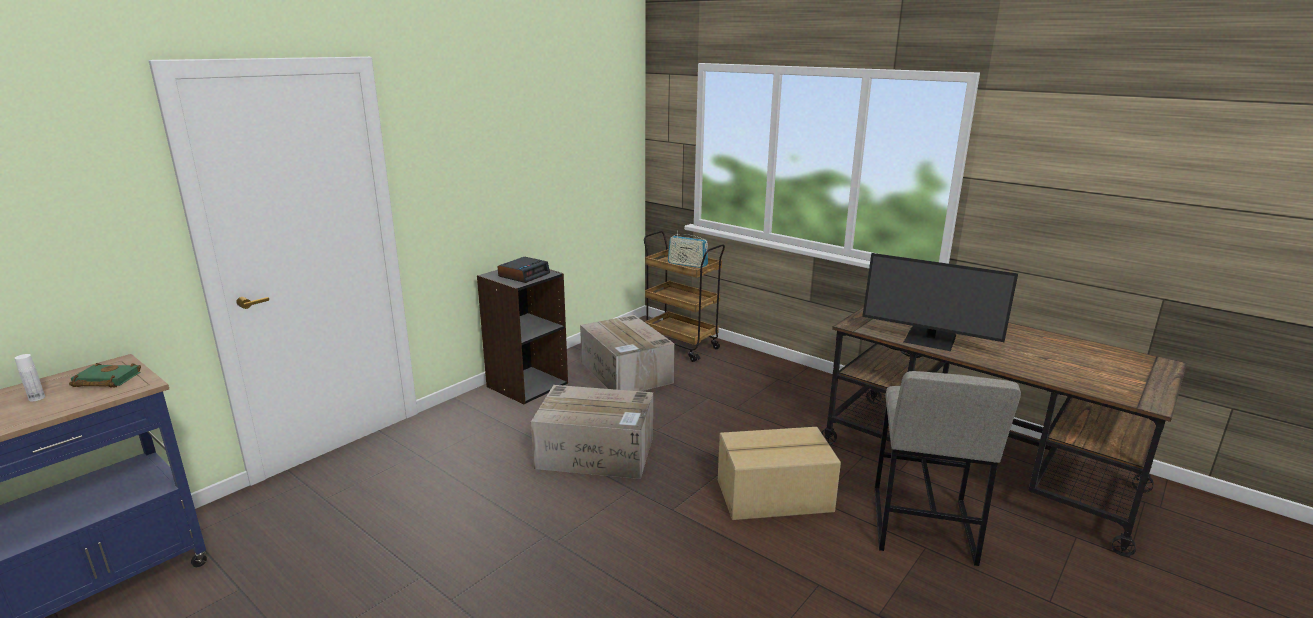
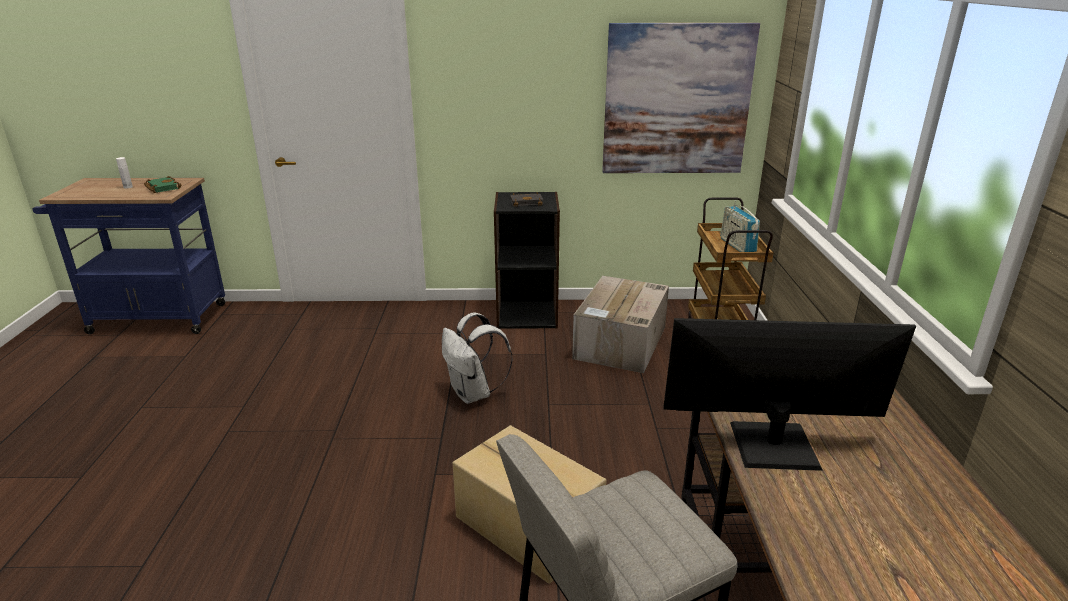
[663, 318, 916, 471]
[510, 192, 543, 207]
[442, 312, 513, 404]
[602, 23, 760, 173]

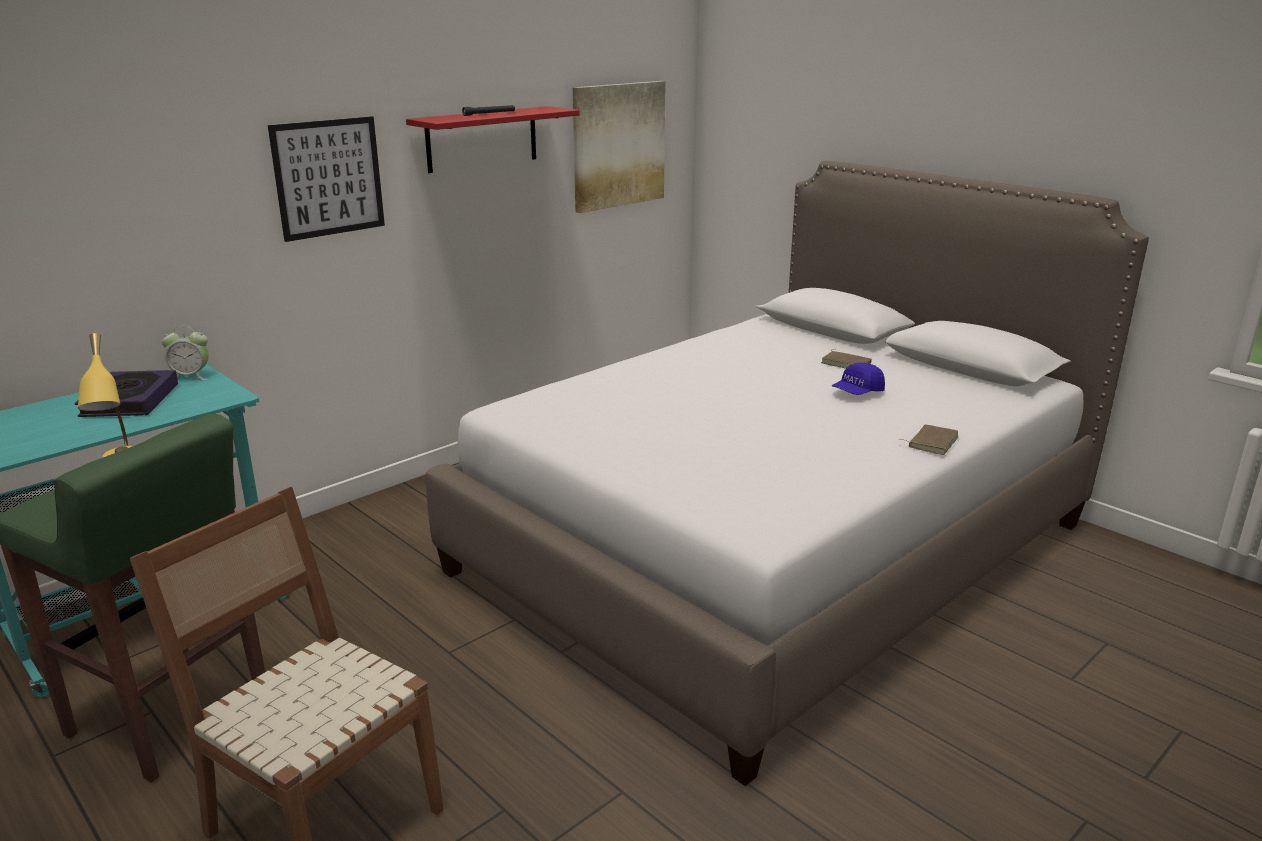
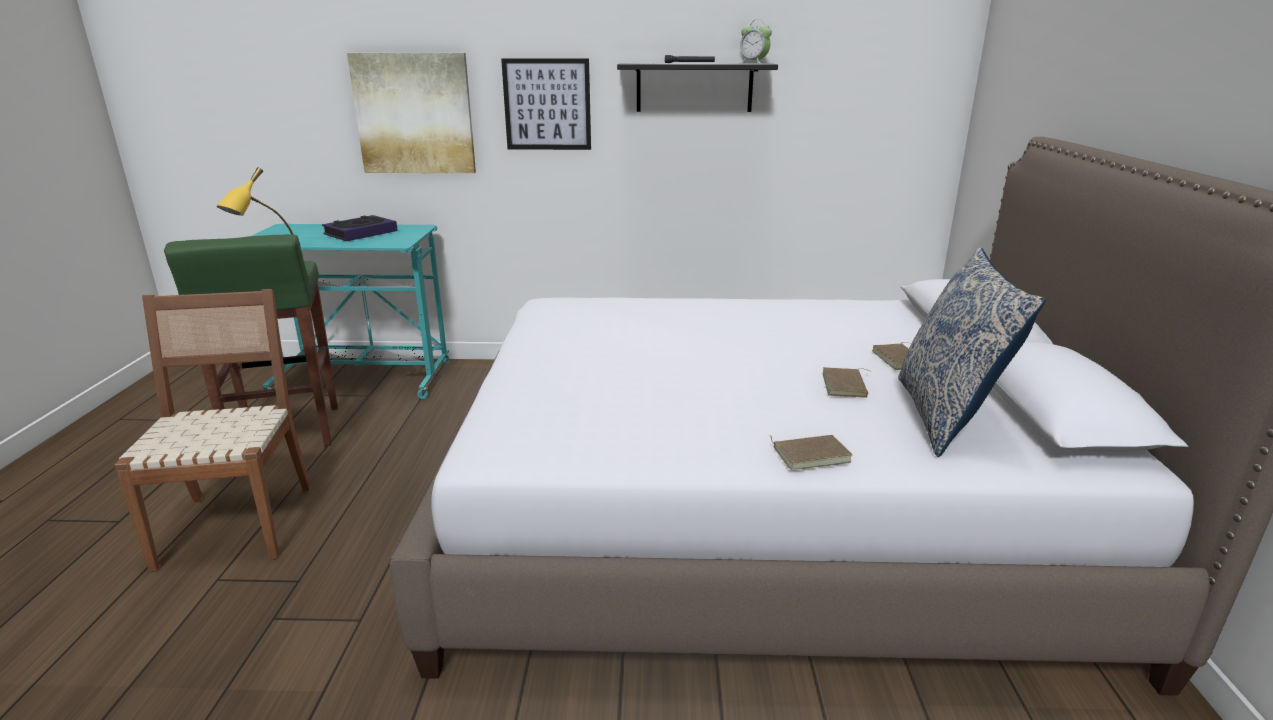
[347, 53, 476, 173]
[617, 63, 778, 112]
[740, 19, 772, 64]
[823, 367, 871, 398]
[898, 247, 1046, 457]

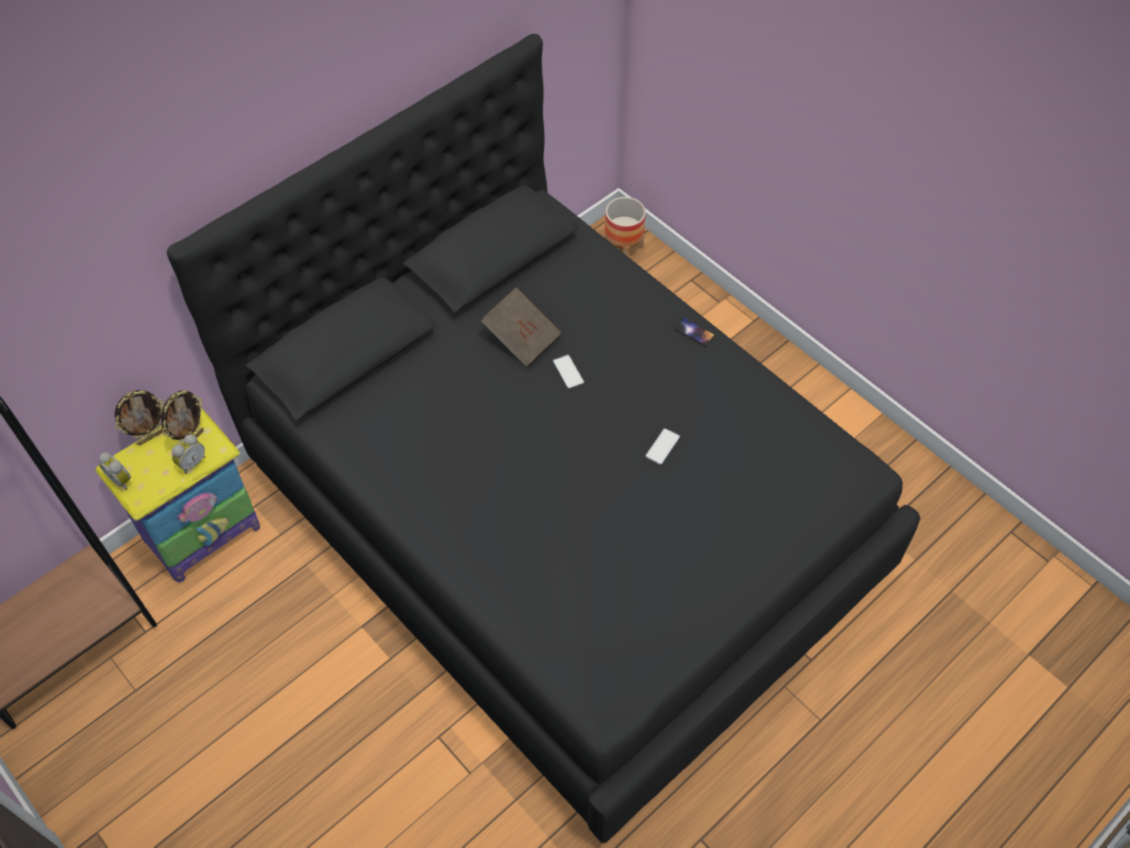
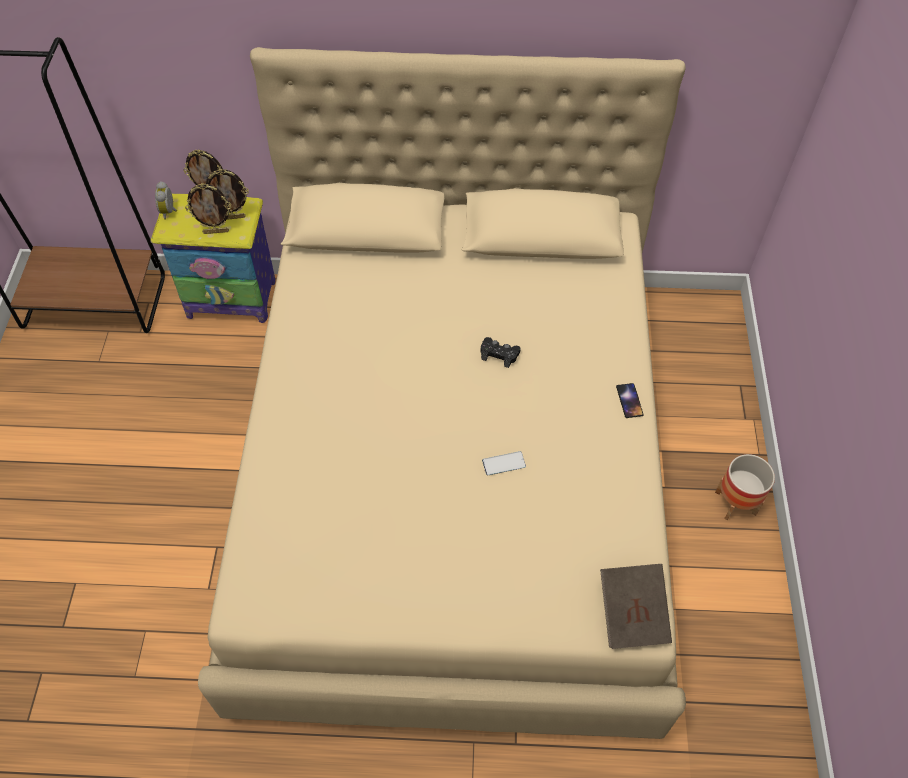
[198, 47, 686, 739]
[715, 454, 775, 520]
[600, 564, 672, 649]
[480, 337, 521, 368]
[185, 183, 232, 234]

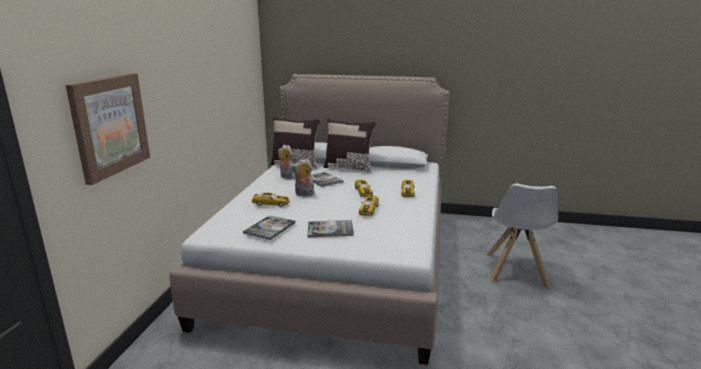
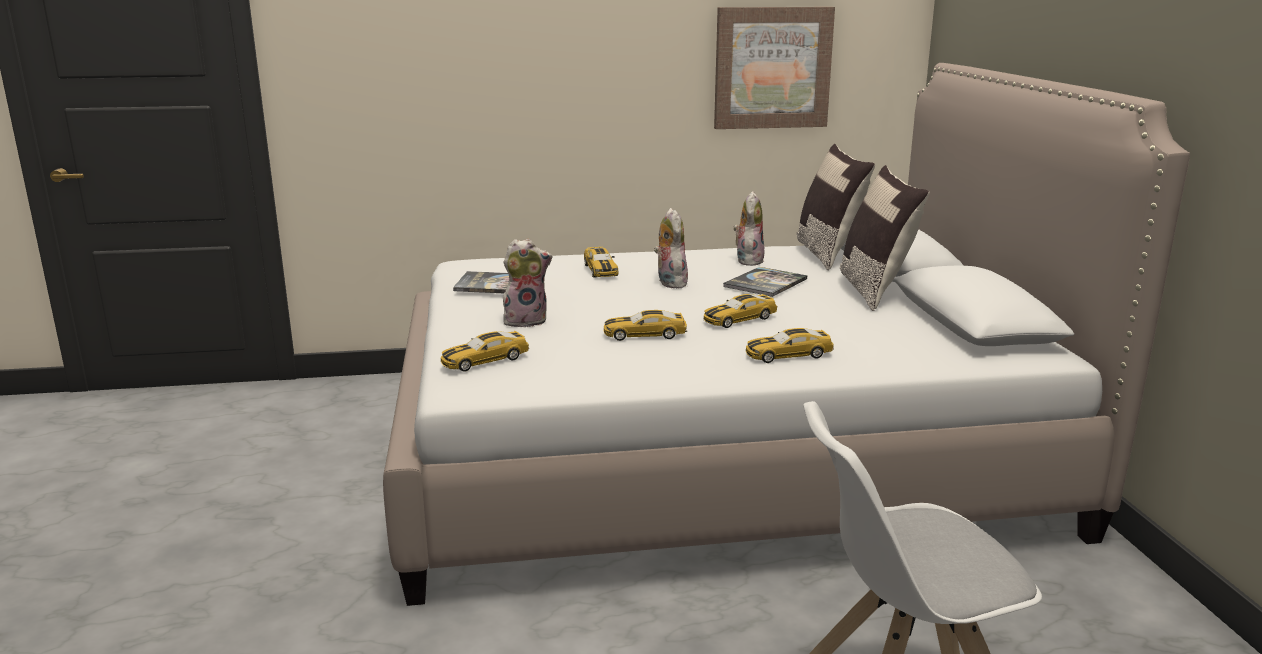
[714, 7, 835, 129]
[503, 239, 552, 327]
[441, 331, 529, 372]

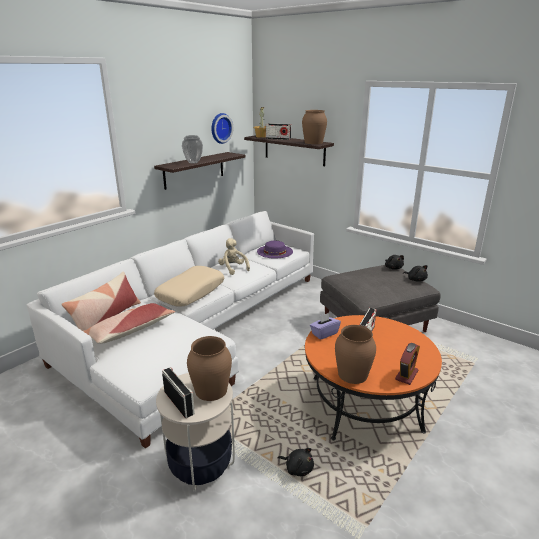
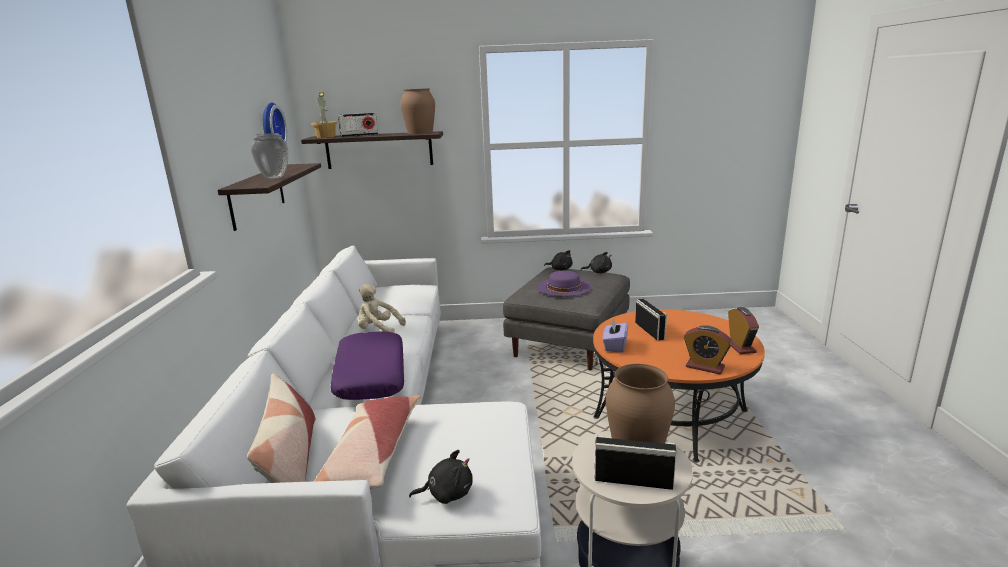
[537, 270, 592, 296]
[330, 331, 404, 400]
[684, 326, 732, 374]
[409, 450, 473, 504]

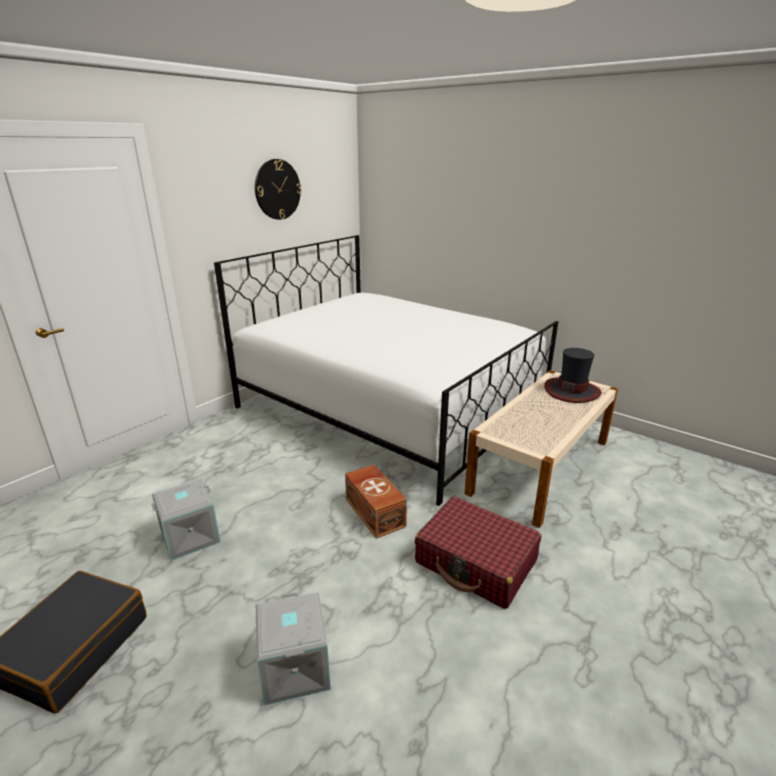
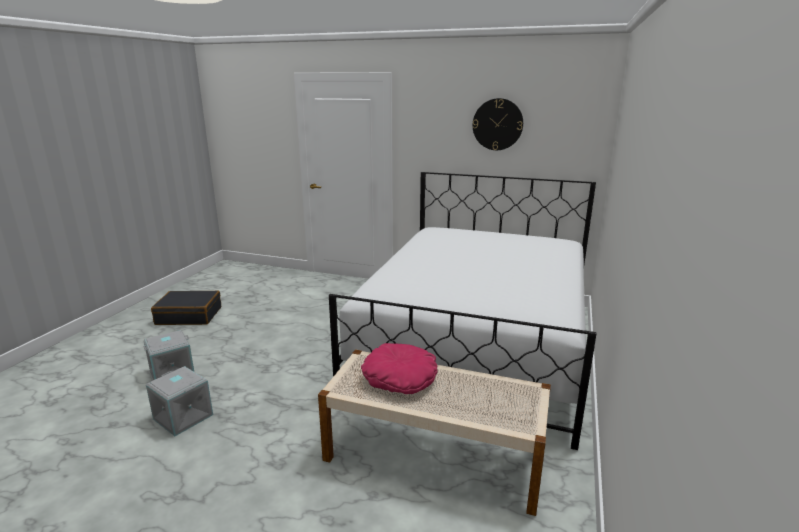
[544, 348, 601, 403] (first image)
[345, 465, 407, 539] (first image)
[146, 366, 213, 436]
[415, 496, 541, 609] (first image)
[361, 343, 438, 394]

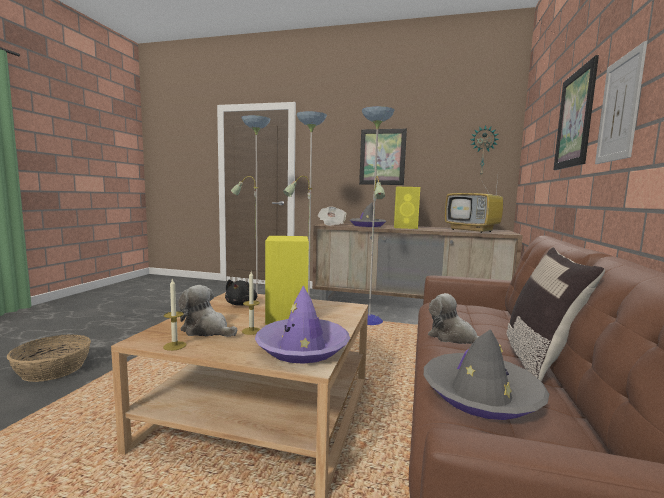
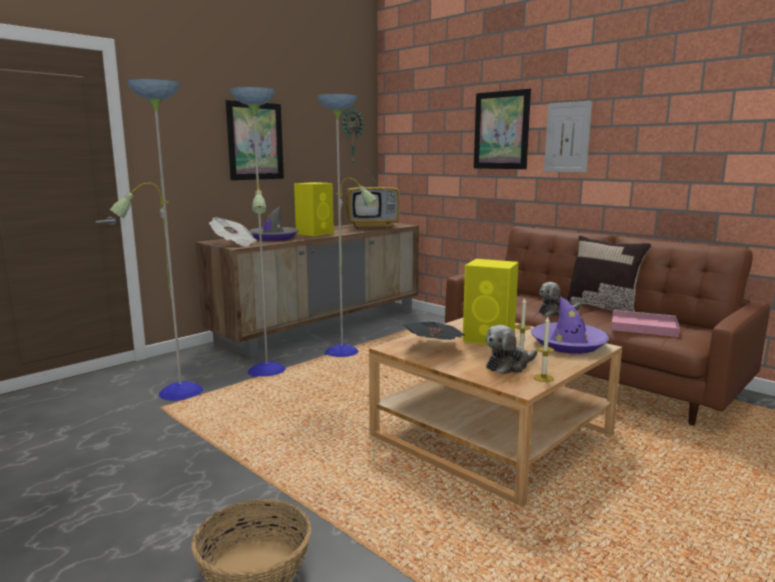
[402, 322, 465, 340]
[611, 310, 680, 337]

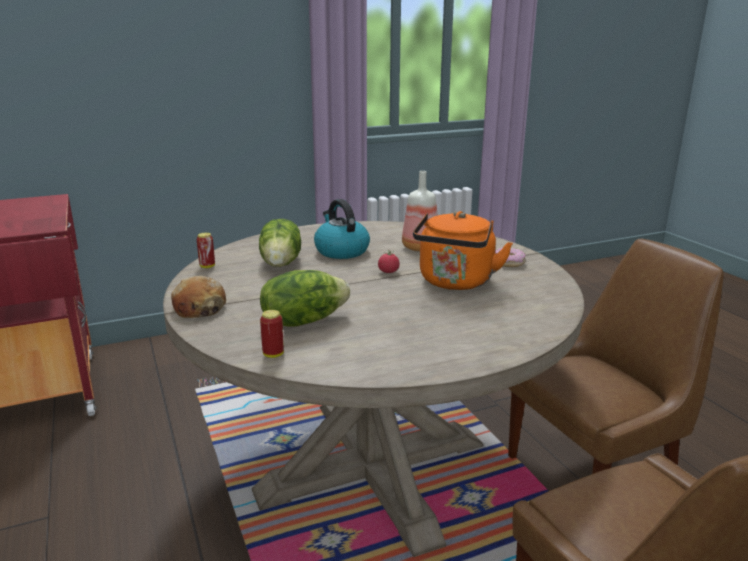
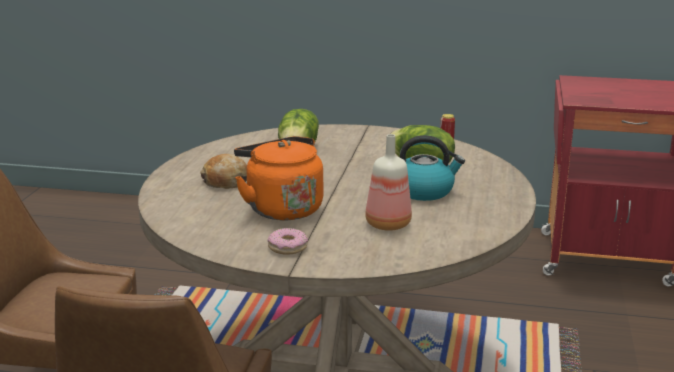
[378, 250, 400, 273] (first image)
[200, 154, 247, 189]
[260, 310, 284, 358] (first image)

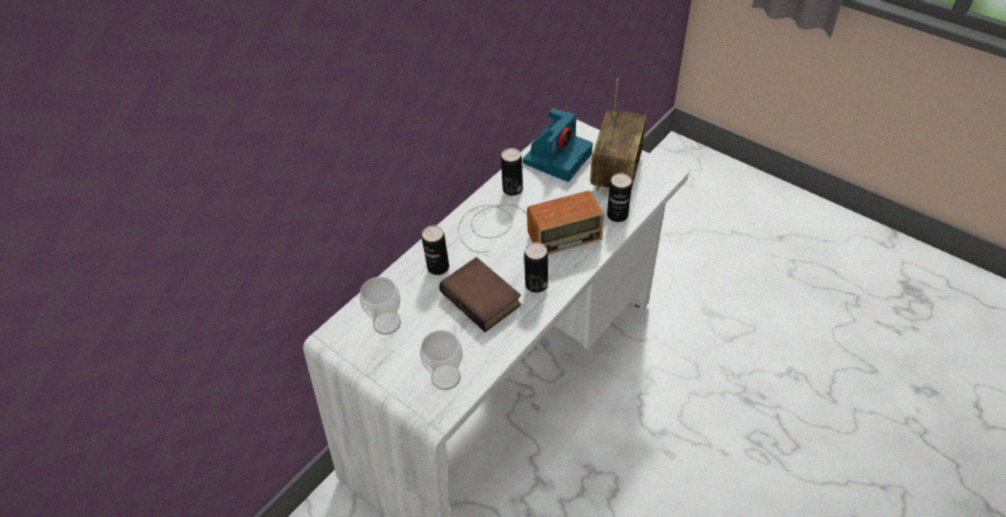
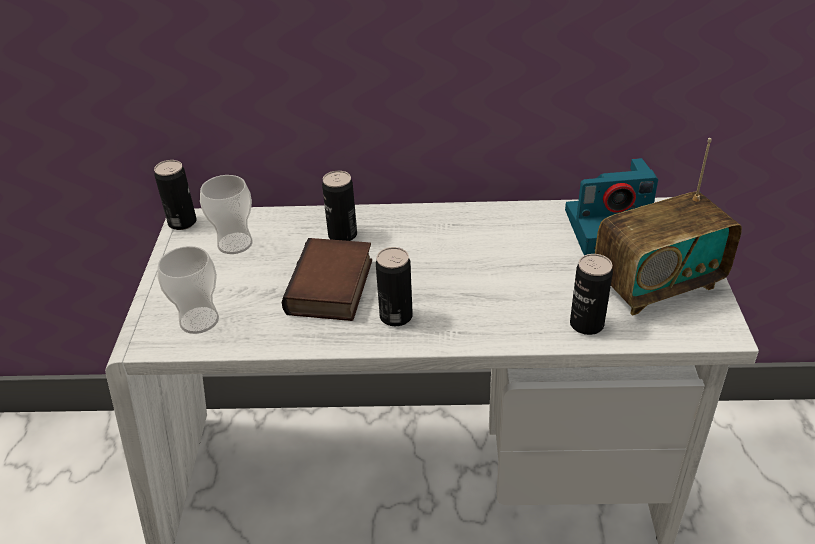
[154, 160, 197, 230]
[458, 190, 604, 255] (first image)

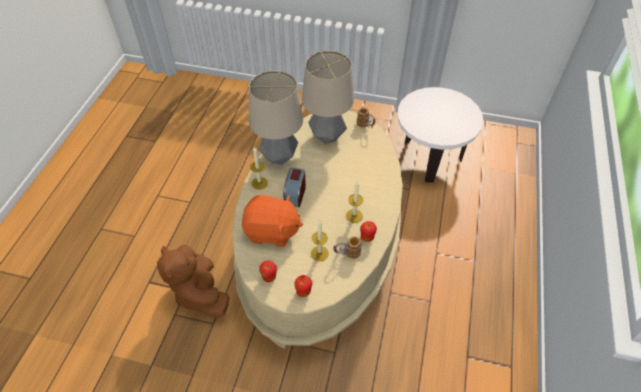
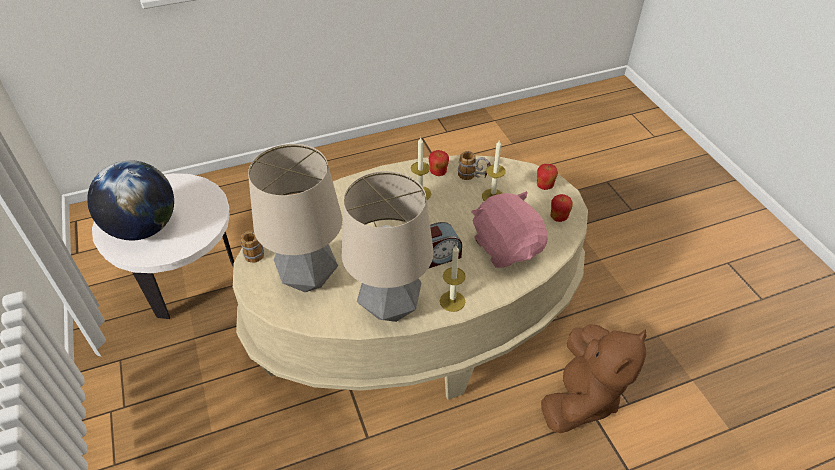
[471, 191, 548, 268]
[87, 160, 174, 240]

